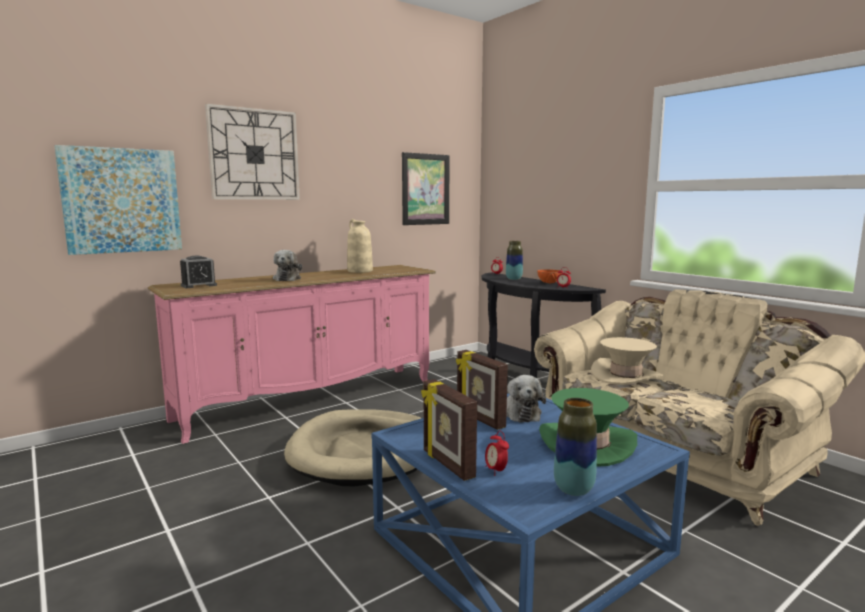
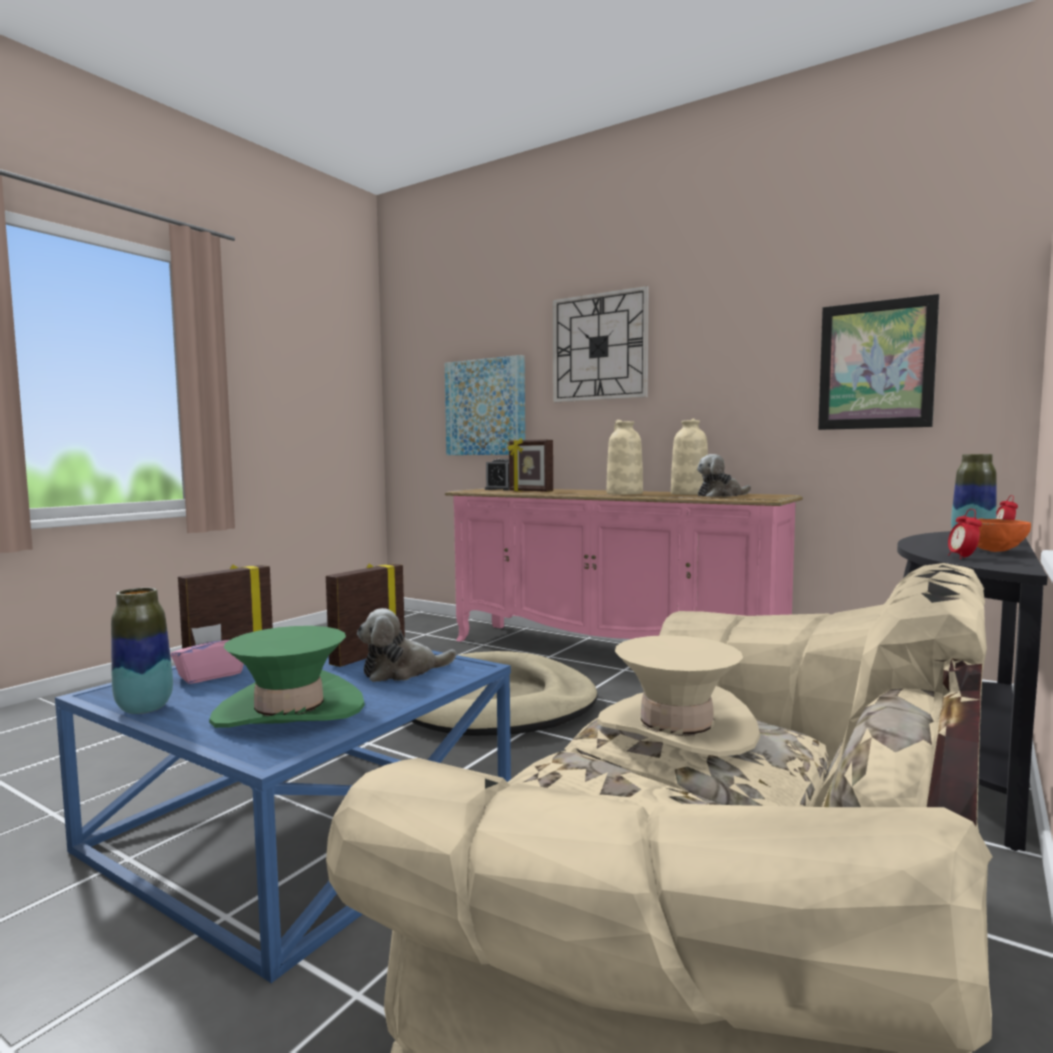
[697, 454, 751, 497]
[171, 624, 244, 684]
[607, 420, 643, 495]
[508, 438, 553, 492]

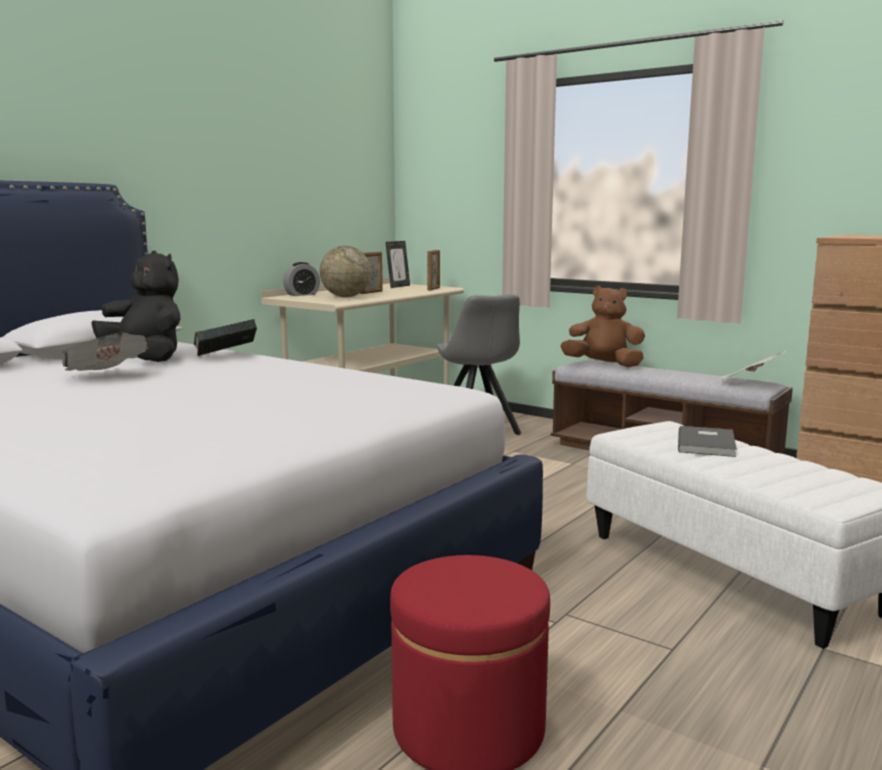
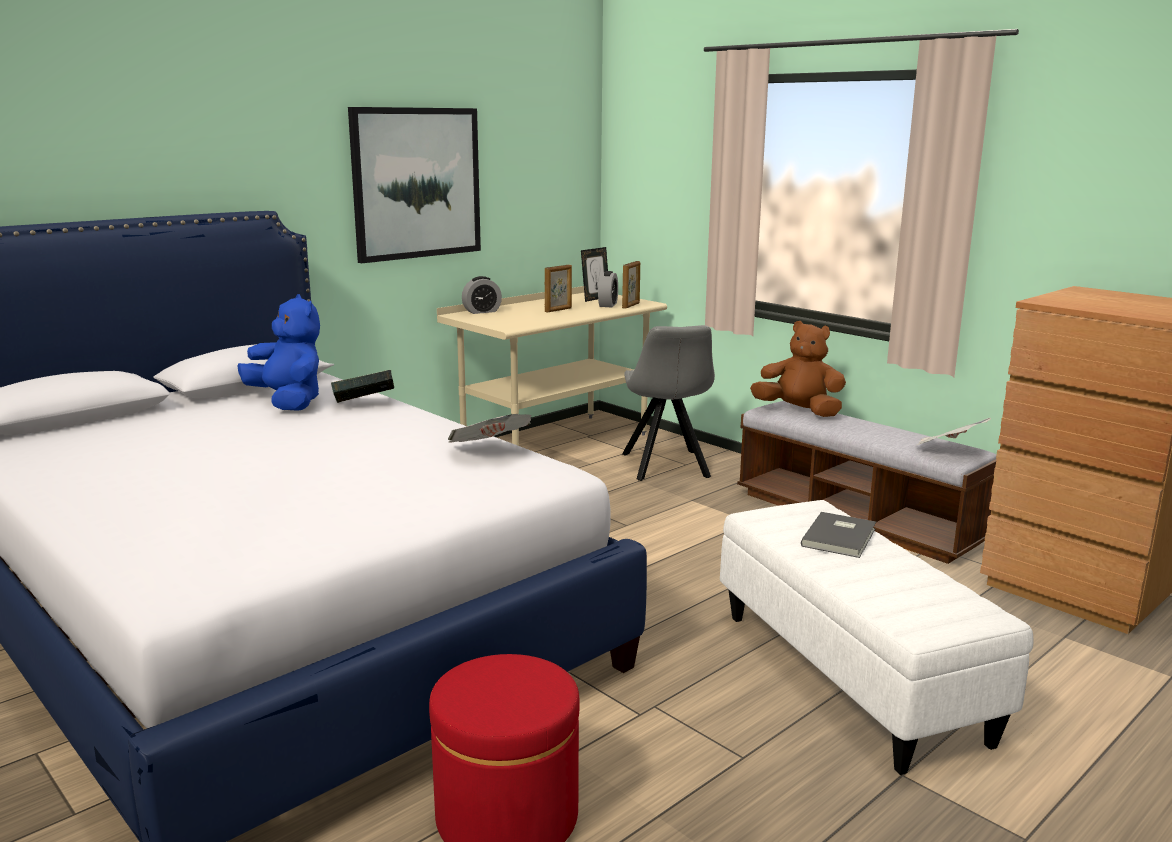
[320, 246, 371, 297] (first image)
[237, 294, 320, 411]
[448, 414, 531, 443]
[348, 107, 481, 263]
[598, 271, 618, 307]

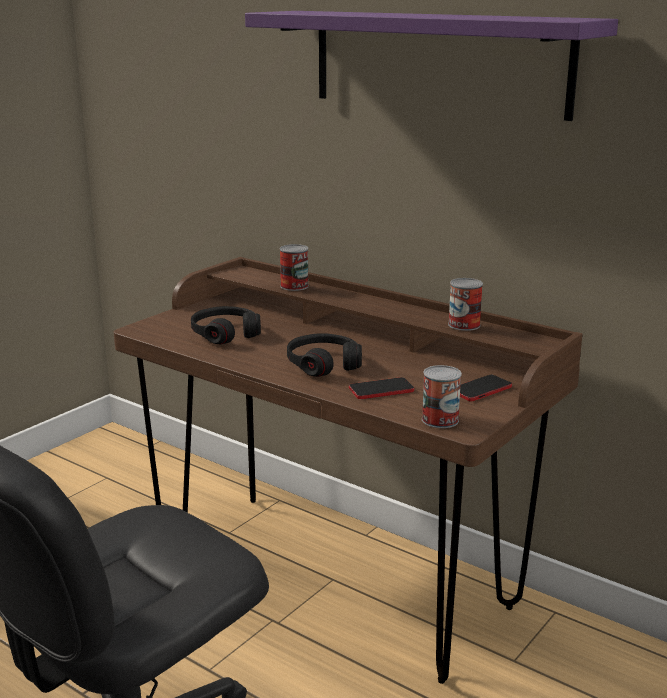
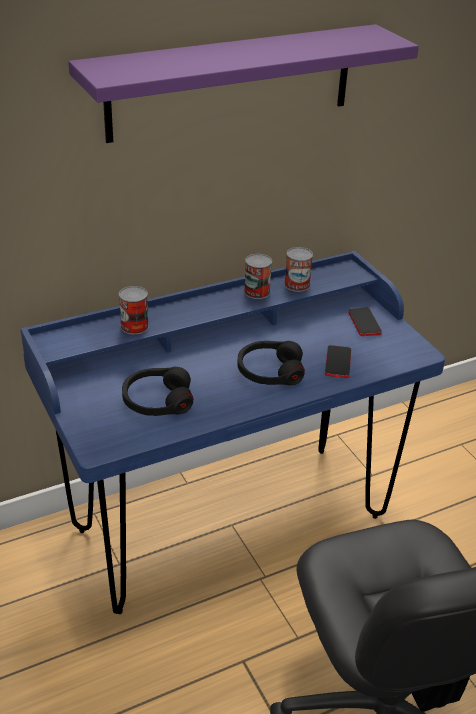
[20, 251, 445, 614]
[244, 254, 272, 299]

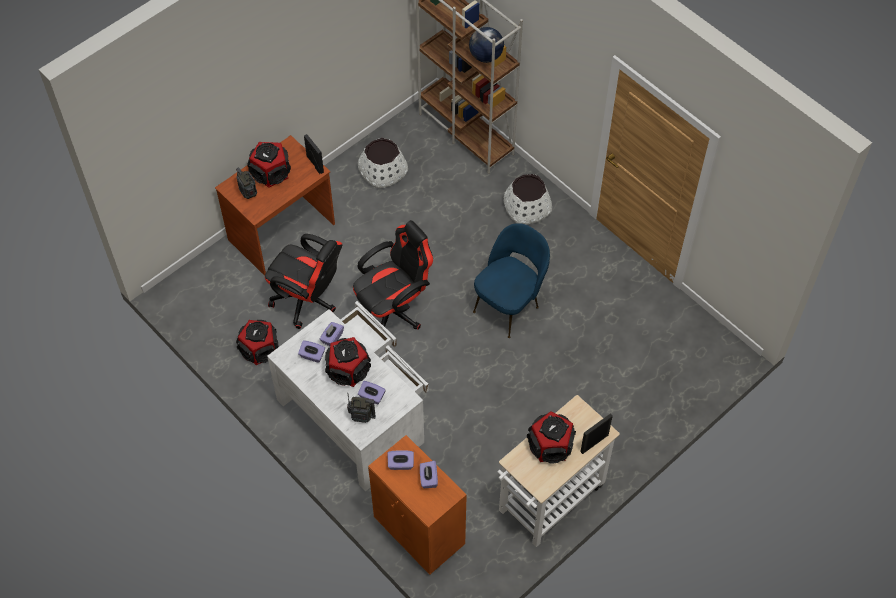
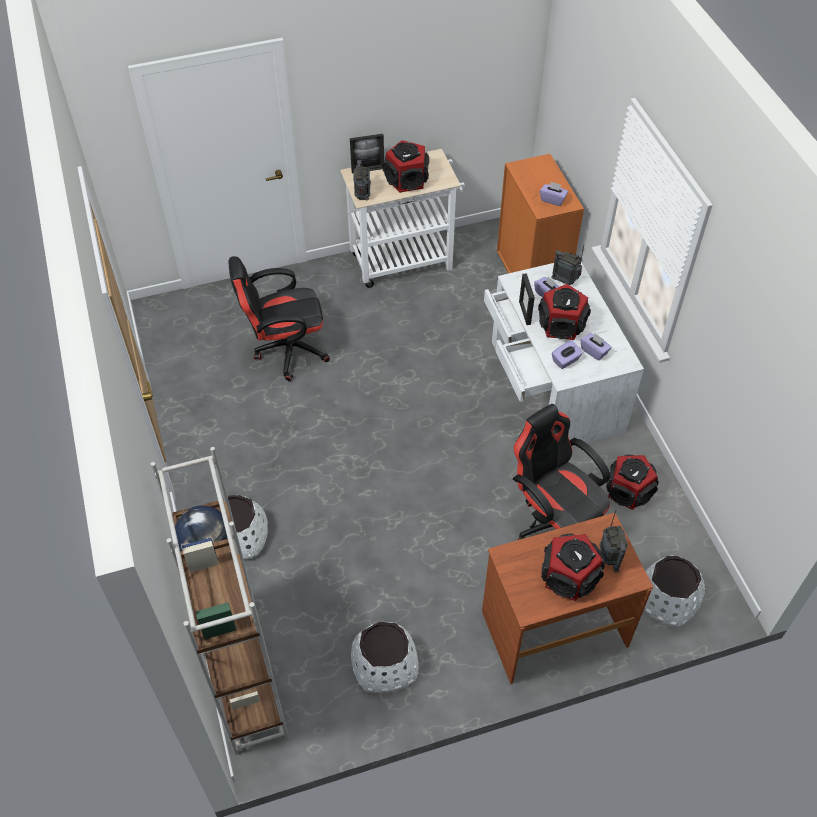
[519, 273, 535, 325]
[228, 256, 330, 381]
[473, 223, 550, 338] (first image)
[420, 461, 438, 488] (first image)
[353, 160, 371, 200]
[643, 555, 705, 627]

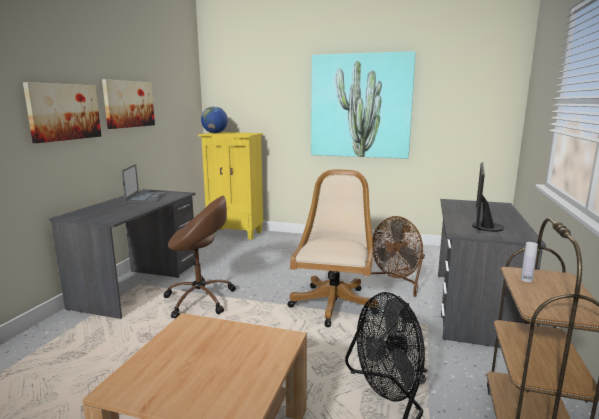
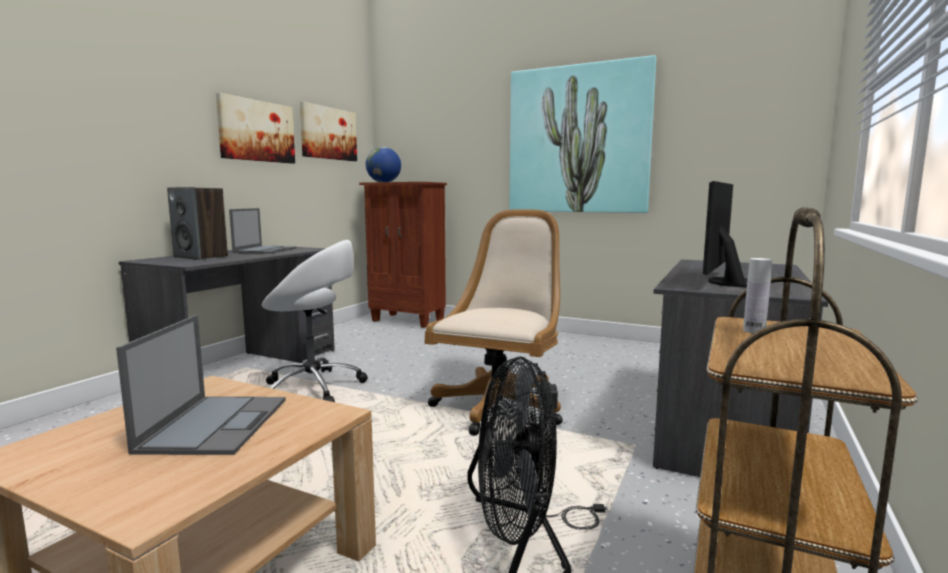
[300, 102, 357, 161]
[359, 182, 447, 328]
[262, 240, 368, 402]
[371, 216, 425, 297] (first image)
[167, 187, 228, 260]
[116, 315, 286, 455]

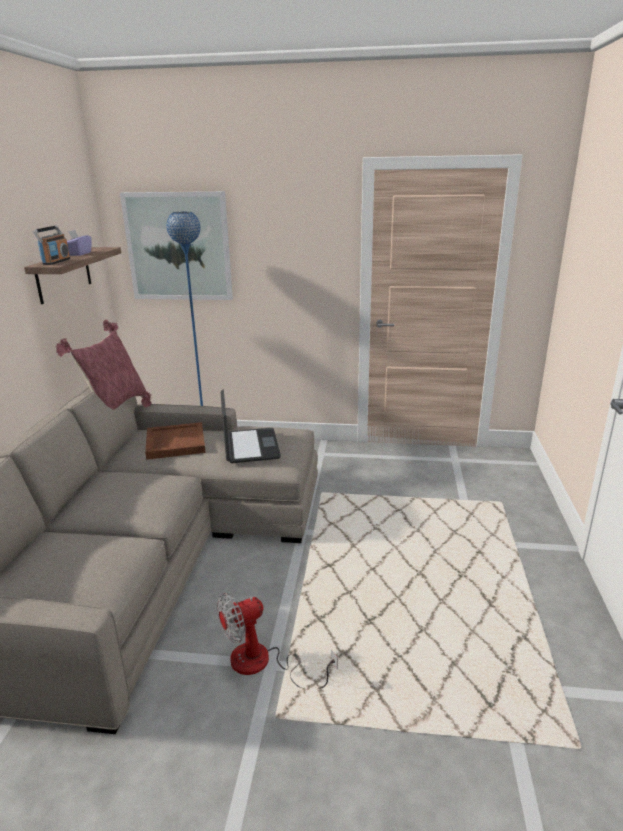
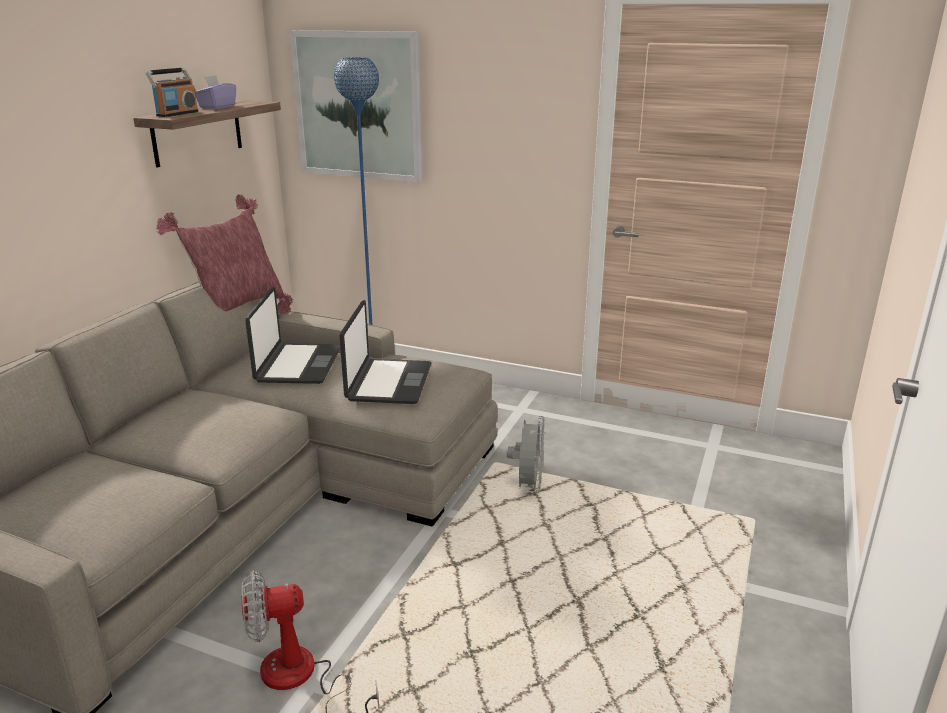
[245, 287, 340, 384]
[507, 416, 545, 494]

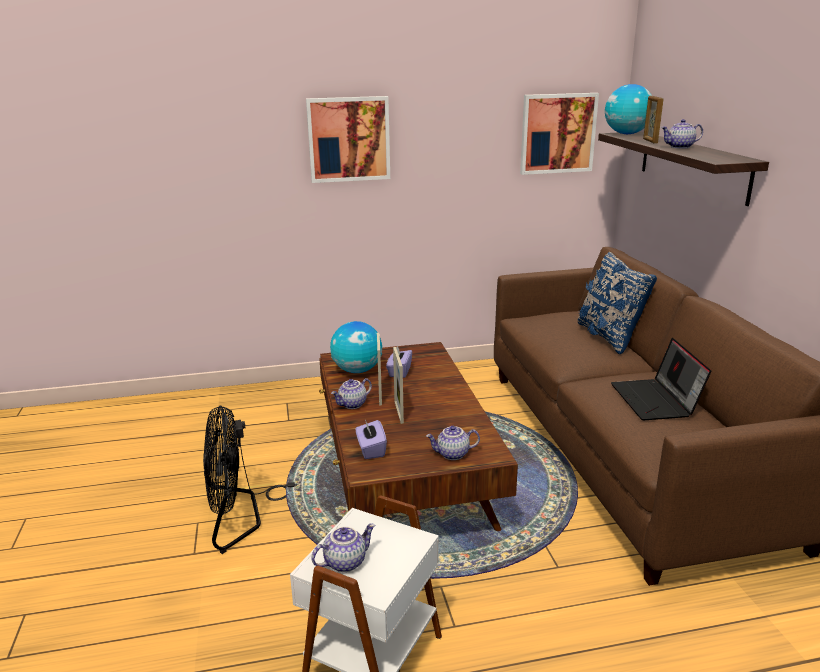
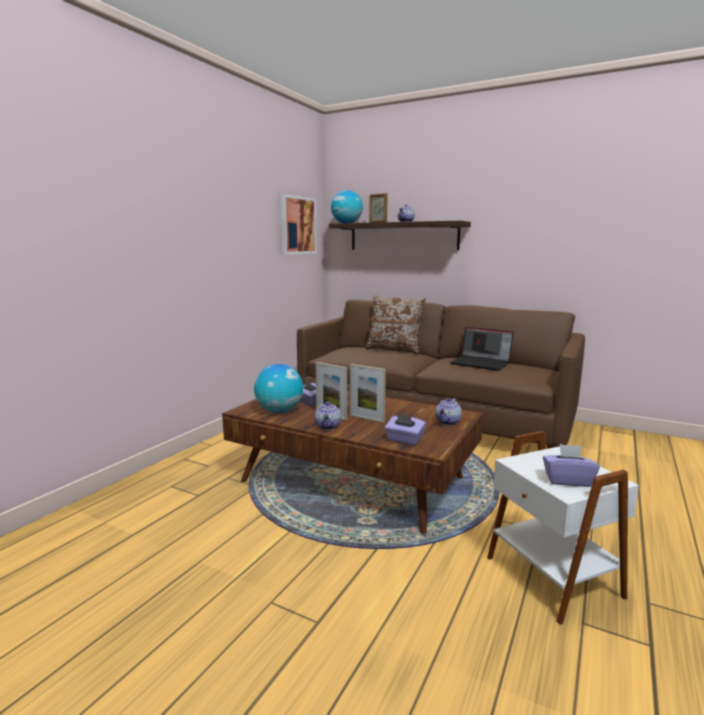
[306, 96, 390, 183] (first image)
[366, 295, 426, 354]
[203, 405, 296, 554] (first image)
[543, 444, 600, 487]

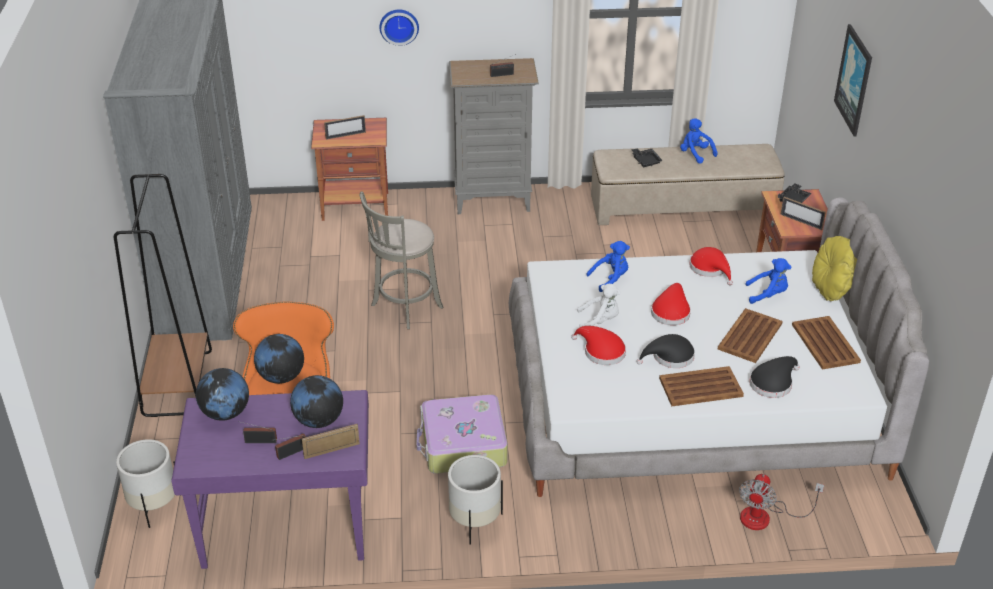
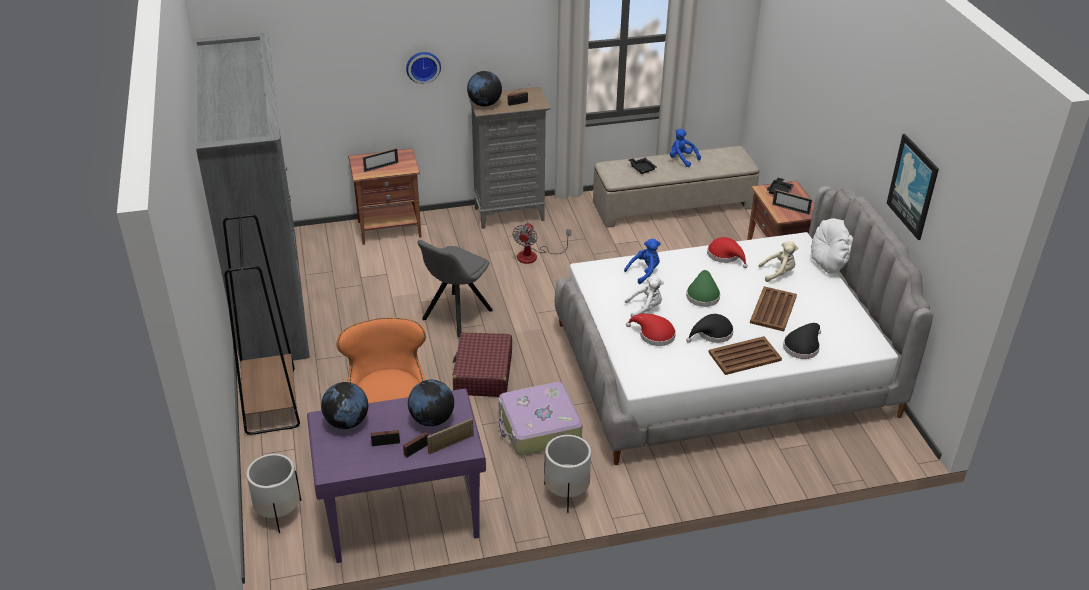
[886, 134, 939, 240]
[417, 240, 493, 337]
[811, 218, 853, 274]
[758, 241, 799, 282]
[686, 270, 720, 307]
[792, 316, 861, 370] (first image)
[467, 71, 502, 106]
[512, 223, 571, 264]
[452, 332, 512, 397]

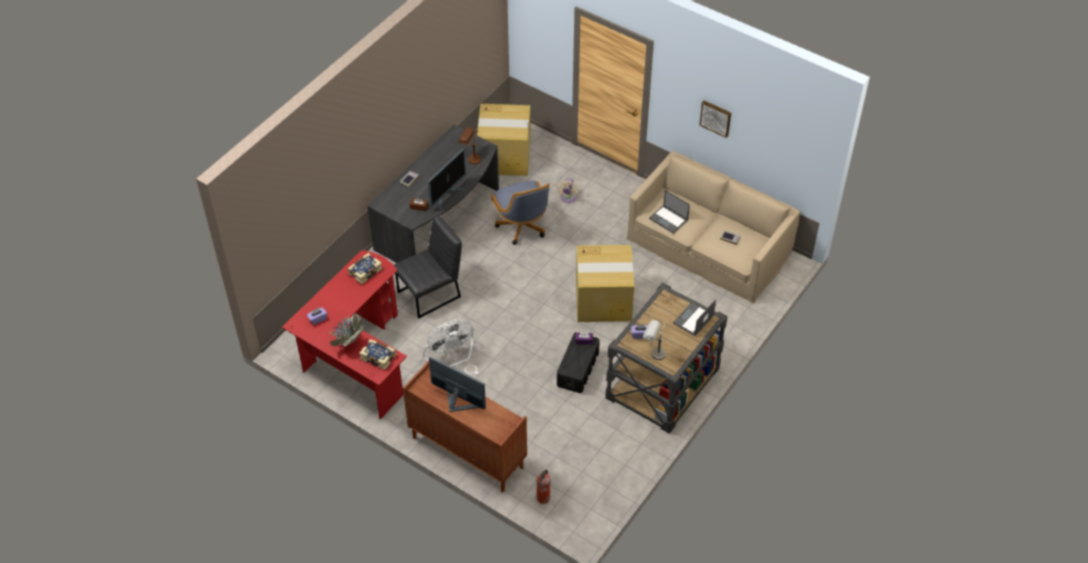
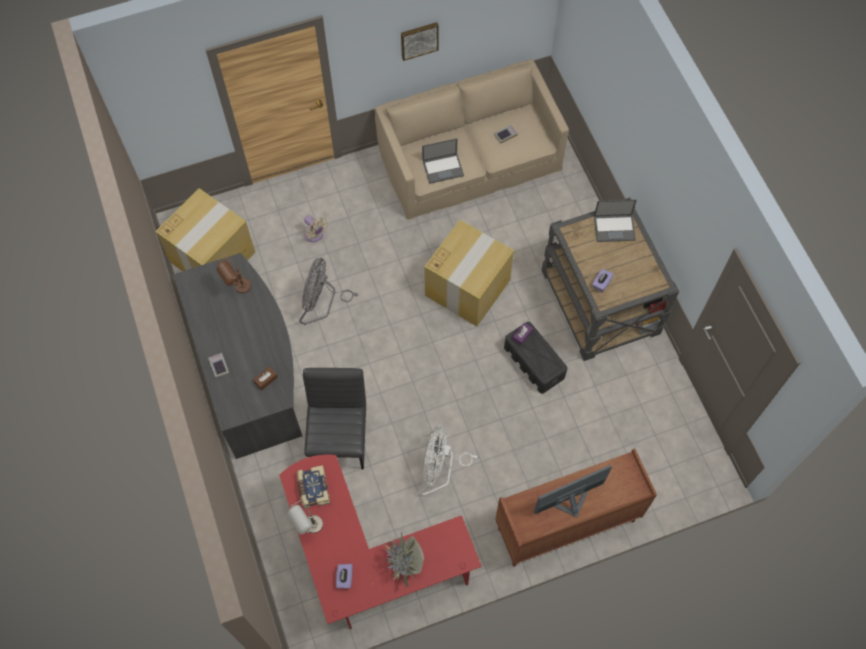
[428, 148, 466, 210] (first image)
[299, 258, 358, 325]
[594, 200, 637, 242]
[288, 500, 323, 534]
[359, 339, 396, 370] (first image)
[537, 469, 551, 504] (first image)

